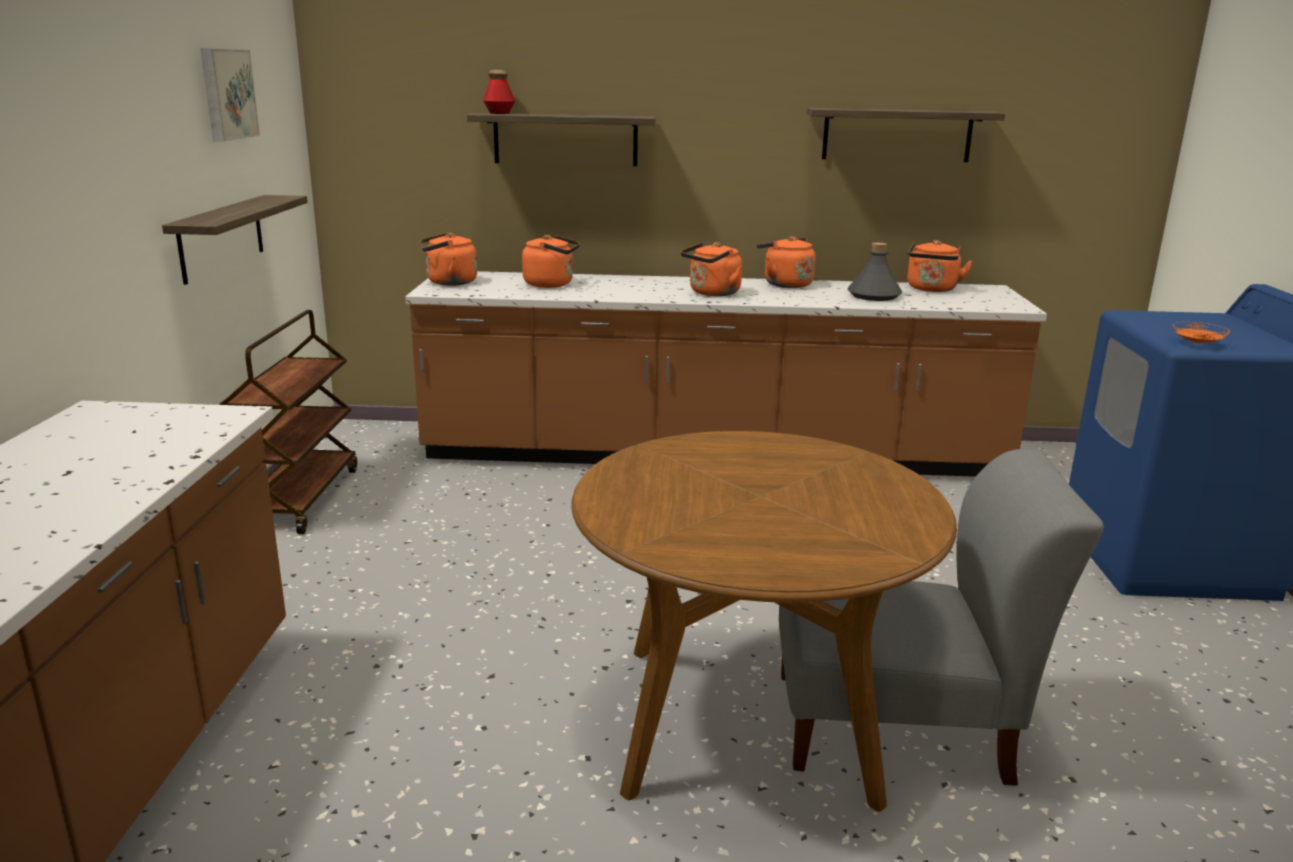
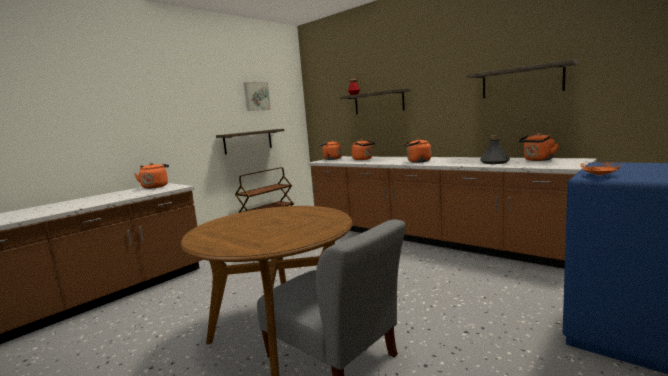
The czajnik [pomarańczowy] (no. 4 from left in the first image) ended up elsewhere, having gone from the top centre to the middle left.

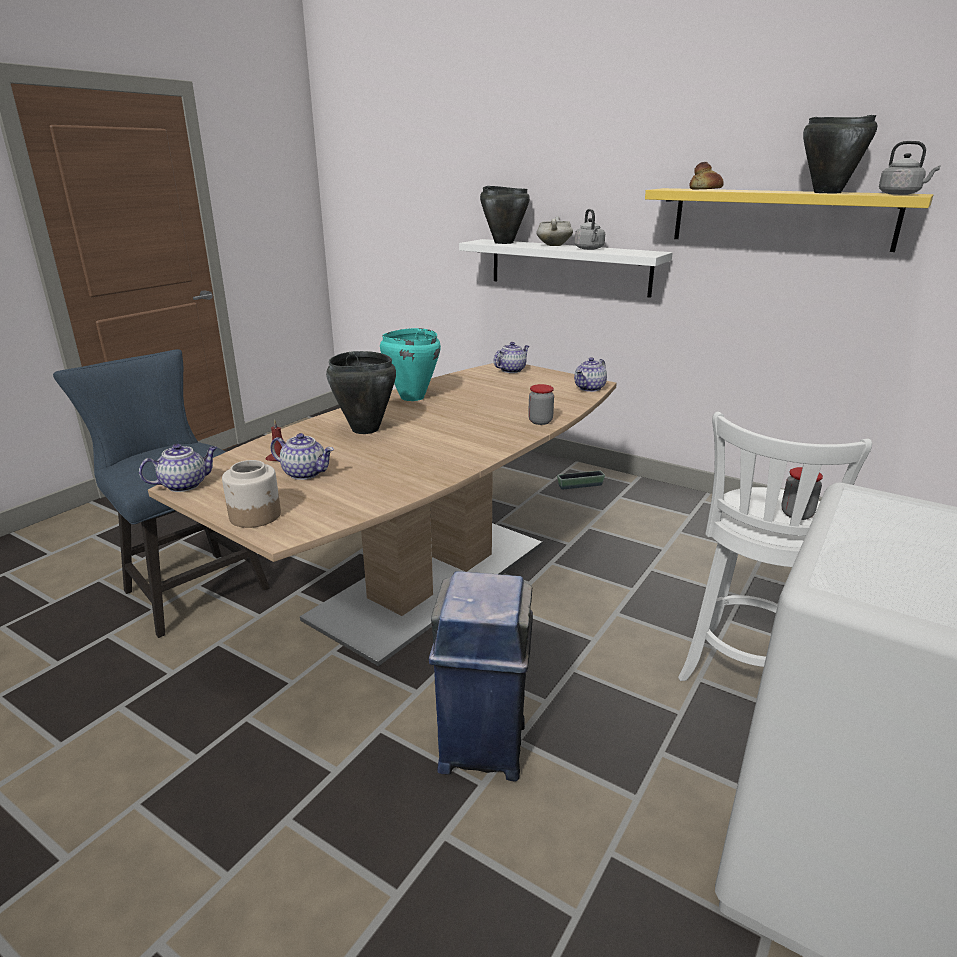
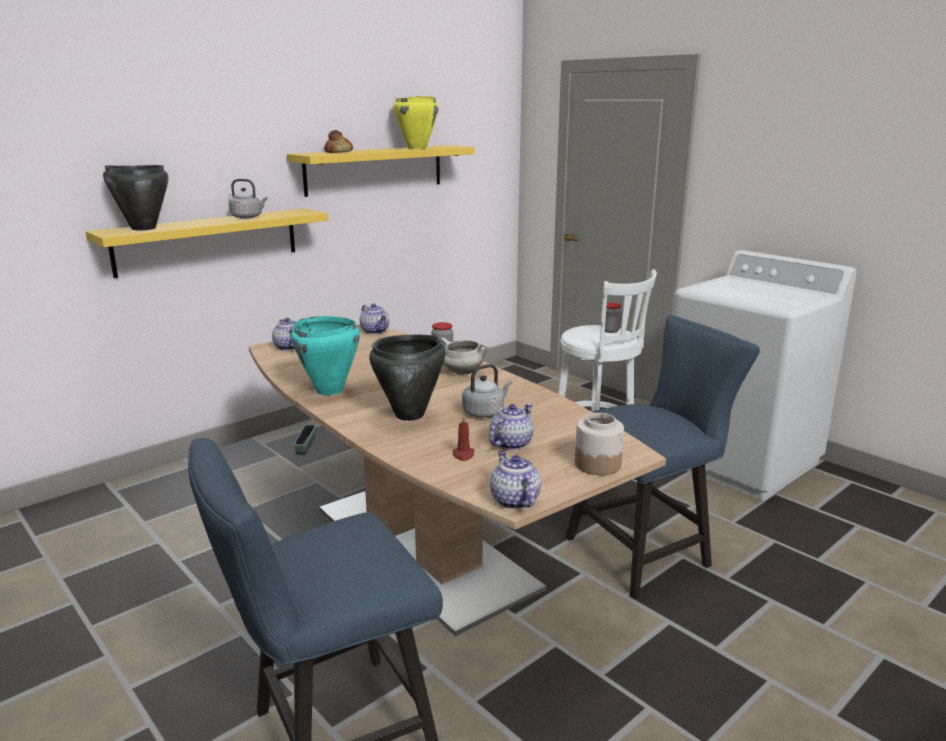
The garnek [biały] ended up elsewhere, having gone from the top centre to the centre. The czajnik [szary] (no. 2 from left) ended up elsewhere, having gone from the top right to the centre. Where the kosz na śmieci [niebieski] stood at the bottom centre, the krzesło [niebieski] (no. 2 from left) came to stand at the middle right. What was the półka [biały] at the top centre turned into the półka [żółty] (no. 1 from left) at the top left. What was the garnek [czarny] (no. 3 from left) at the top right turned into the garnek [żółty] at the top centre.

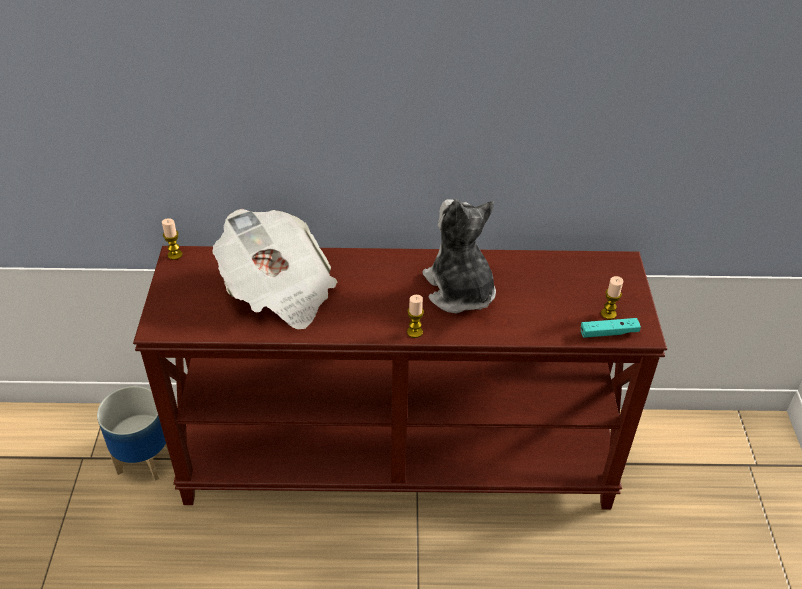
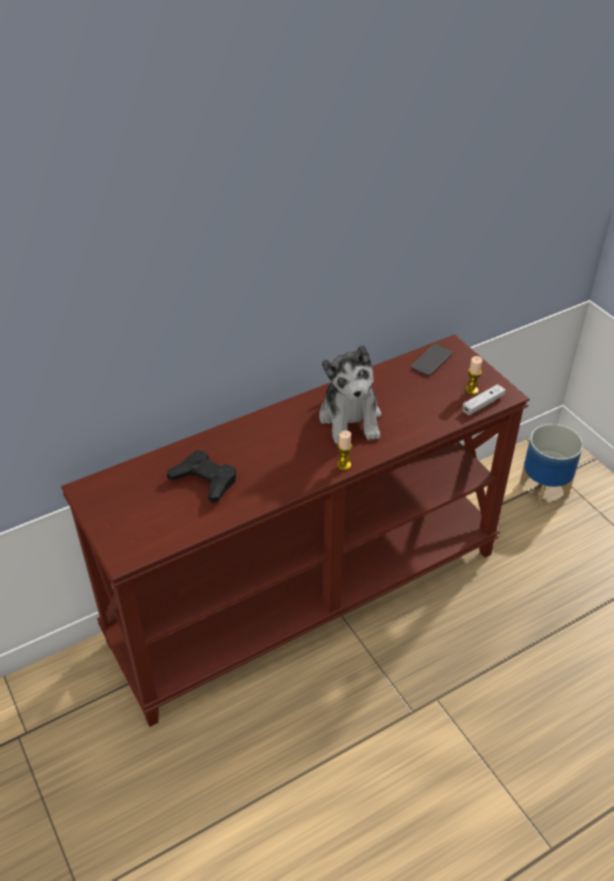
The second view lost the świeca (no. 1 from left) at the middle left. The second view gained the telefon at the middle right. The donica ended up elsewhere, having gone from the bottom left to the middle right. Where the gazeta stood at the centre, the pad do gier [czarny] came to stand at the middle left. What was the pad do gier [turkusowy] at the middle right turned into the pad do gier [biały] at the middle right. The pluszak at the centre ended up facing another way, 135 degrees counterclockwise from before.

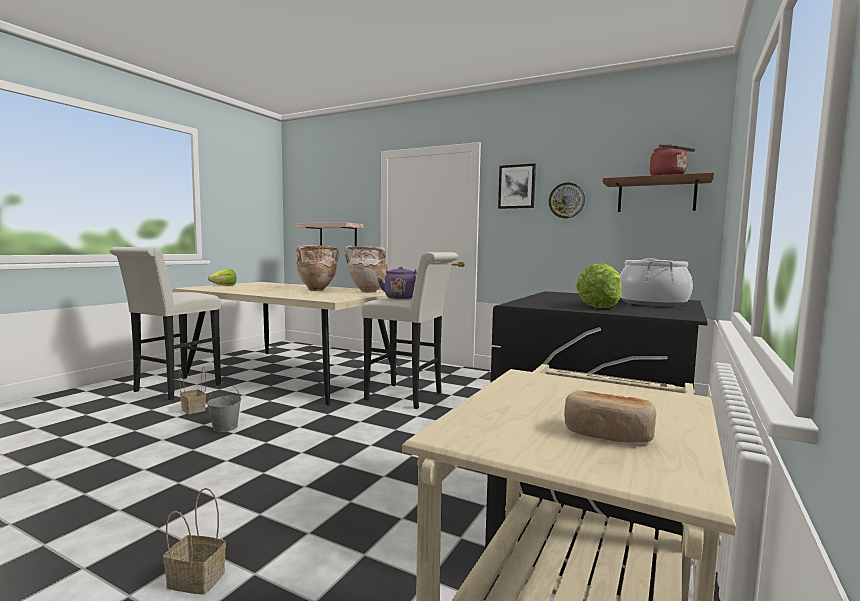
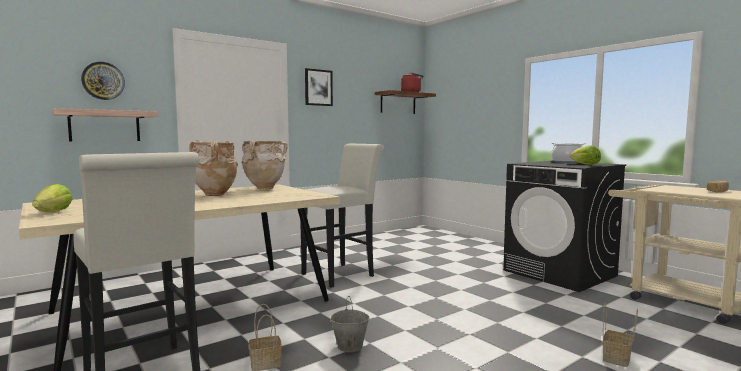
The second view lost the czajnik [fioletowy] at the centre. The zegar ścienny ended up elsewhere, having gone from the top centre to the top left.

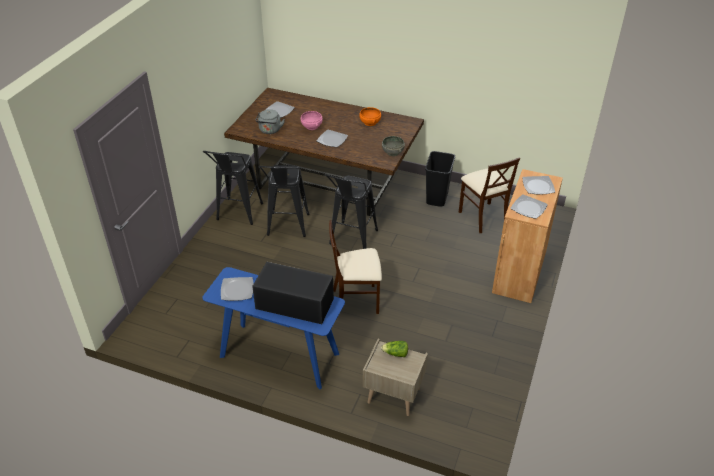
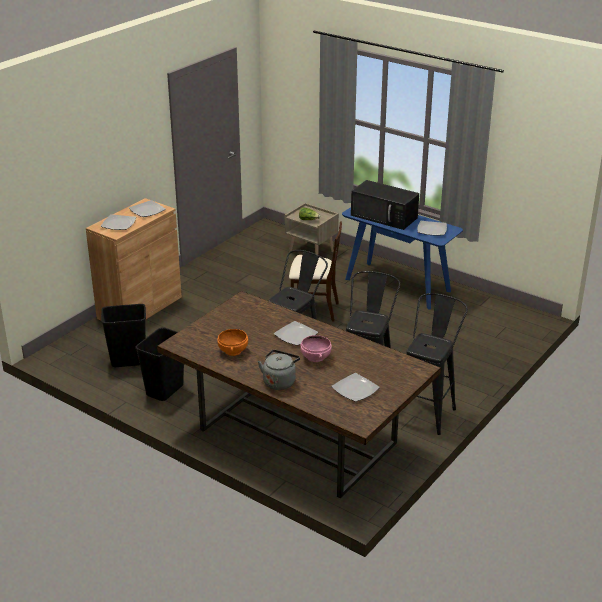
The second view lost the miska [szary] at the top centre. The czajnik [szary] ended up elsewhere, having gone from the top centre to the centre. Where the krzesło [beżowy] (no. 2 from left) stood at the middle right, the kosz na śmieci [czarny] (no. 1 from left) came to stand at the middle left.

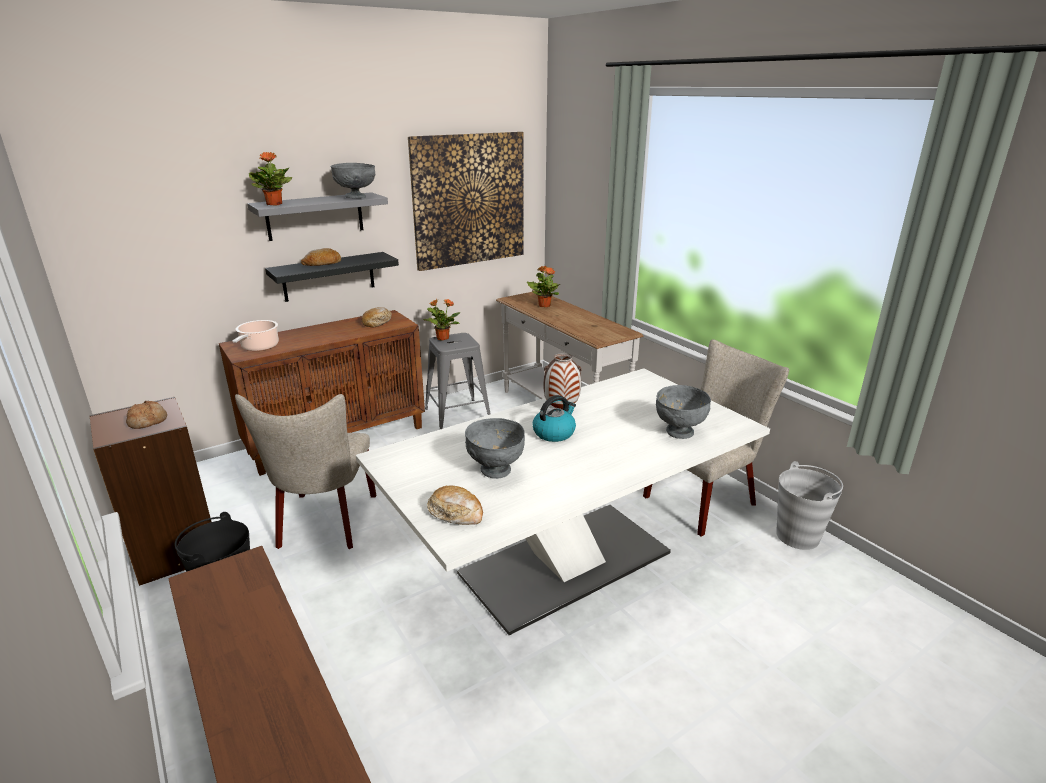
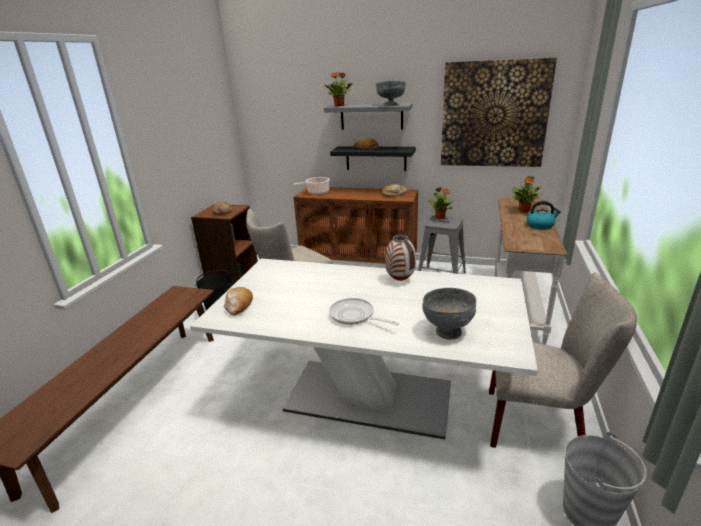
The second view lost the miska [szary] (no. 2 from left) at the centre. The second view gained the patelnia at the centre. The czajnik ended up elsewhere, having gone from the centre to the middle right.

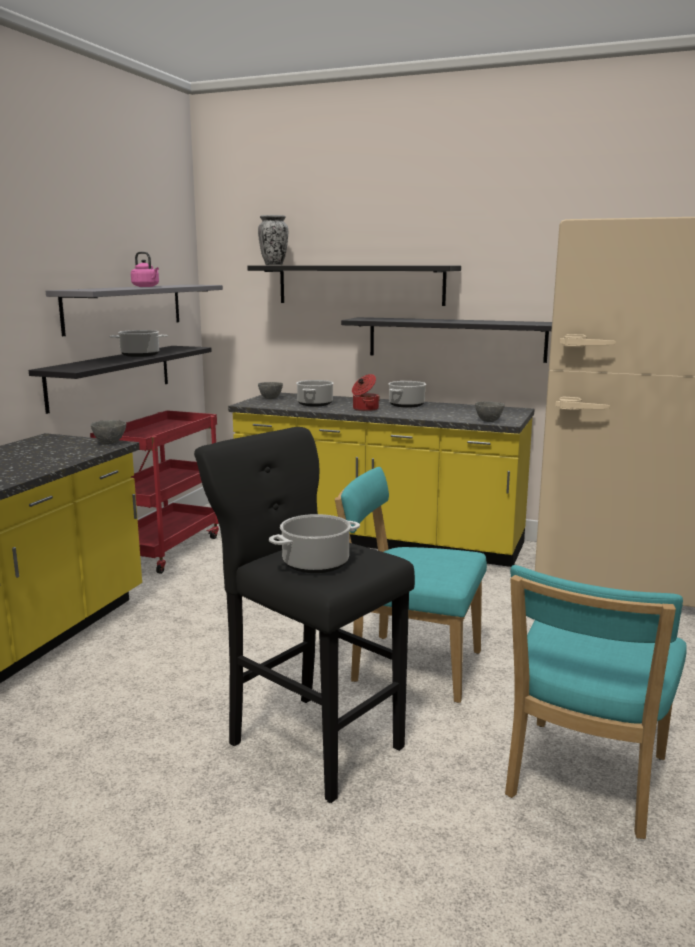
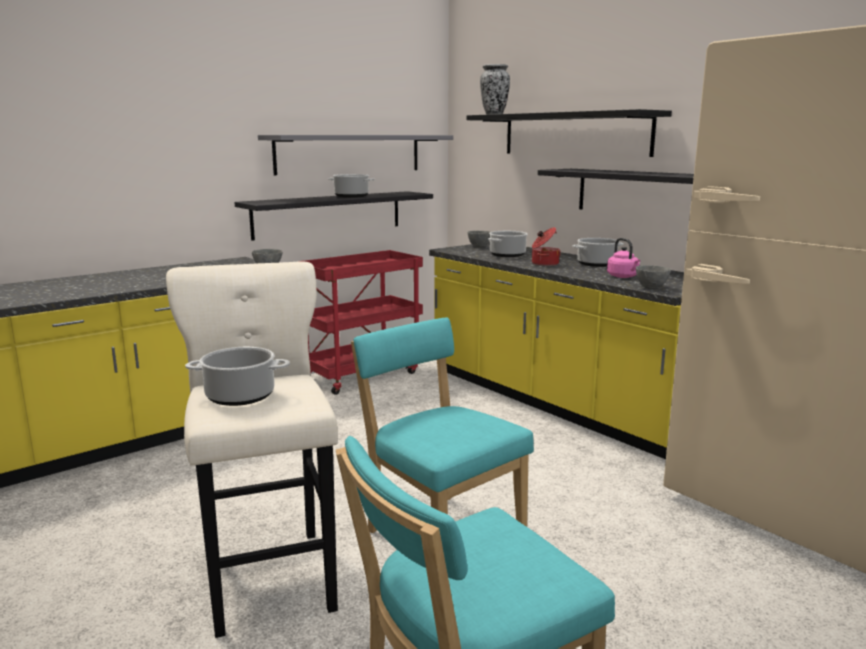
The czajnik [różowy] ended up elsewhere, having gone from the top left to the middle right. What was the stołek [czarny] at the centre turned into the stołek [beżowy] at the bottom left.

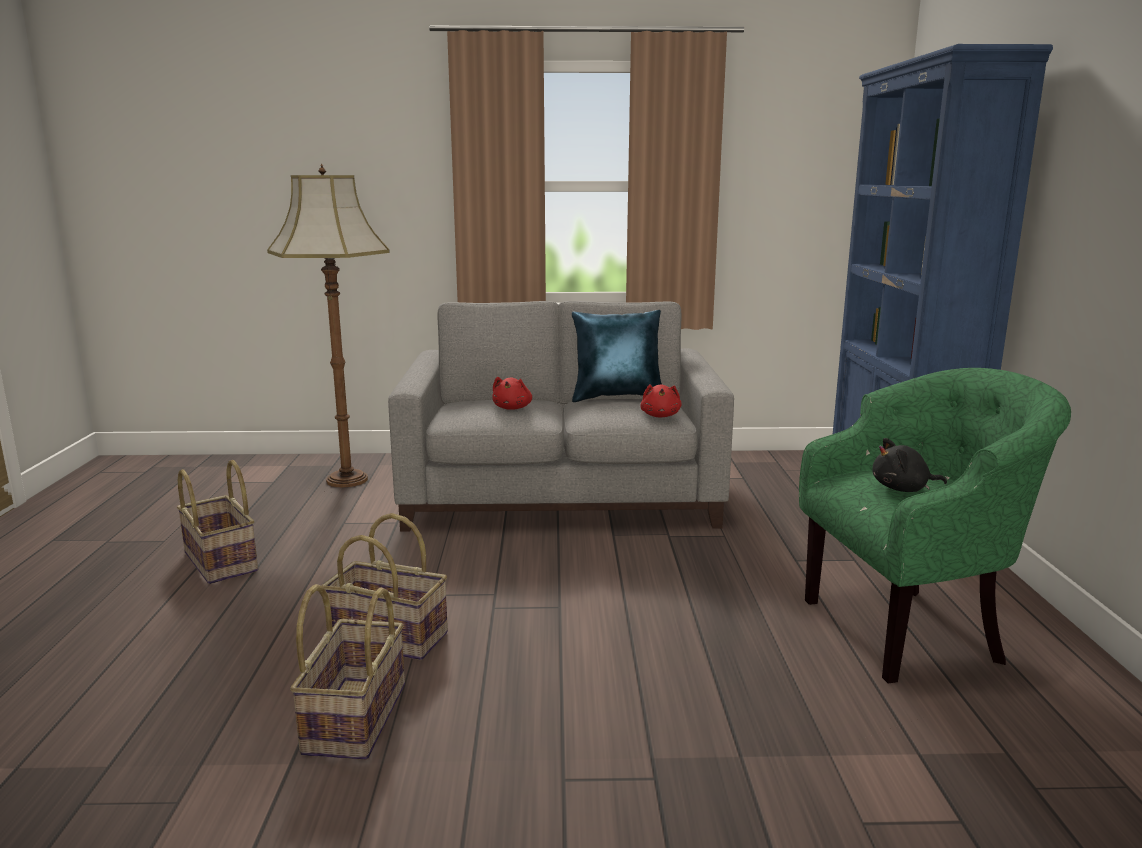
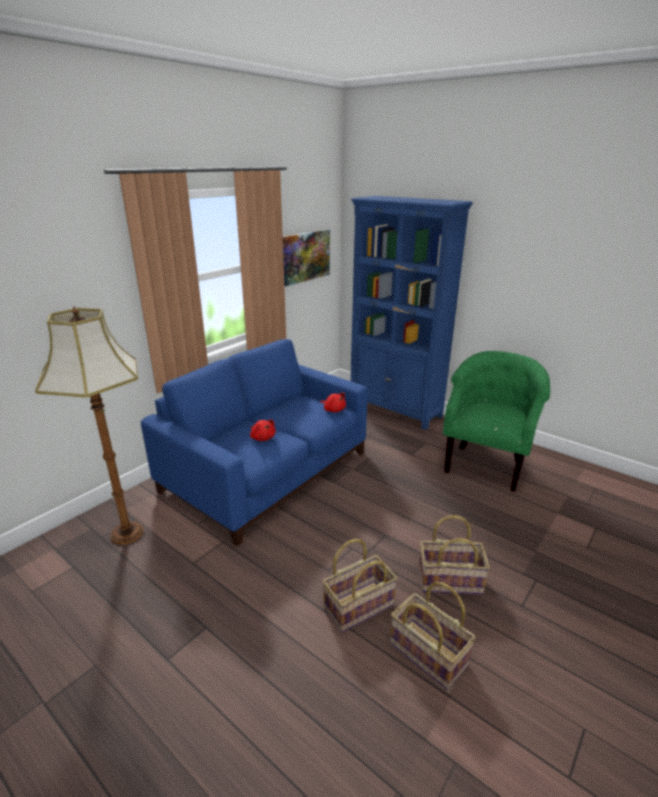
The second view lost the poduszka [niebieski] at the centre. The second view lost the pluszak [czarny] at the middle right. The second view gained the obraz at the top centre. The koszyk (no. 1 from left in the first image) ended up elsewhere, having gone from the middle left to the bottom right. What was the kanapa [szary] at the centre turned into the kanapa [niebieski] at the centre.

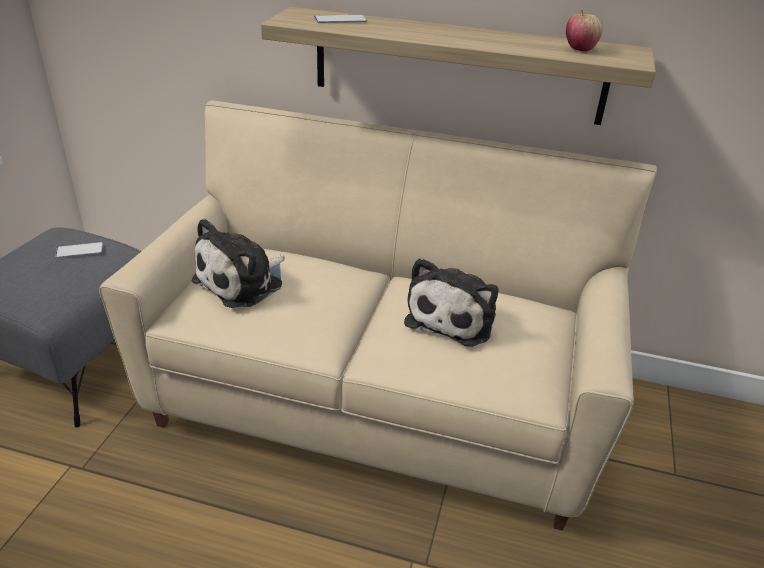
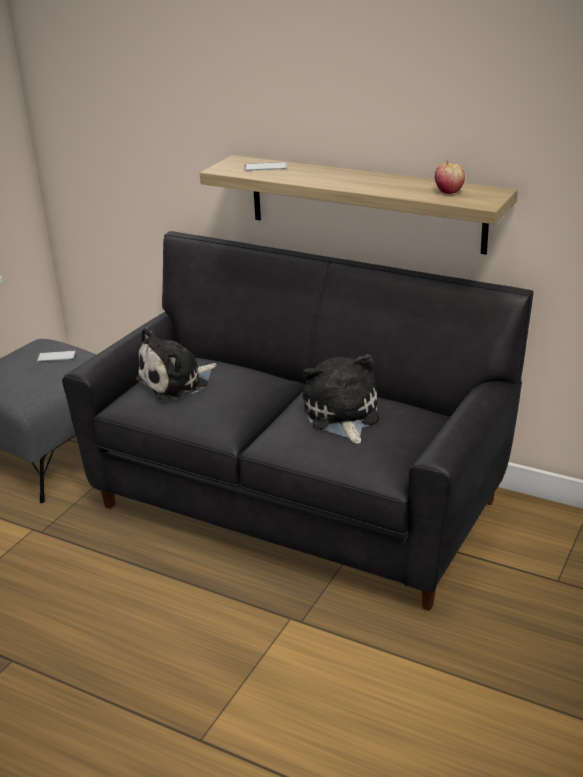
What was the kanapa [beżowy] at the centre turned into the kanapa [czarny] at the centre. The pluszak (no. 2 from left) at the centre ended up facing another way, 135 degrees clockwise from before.

